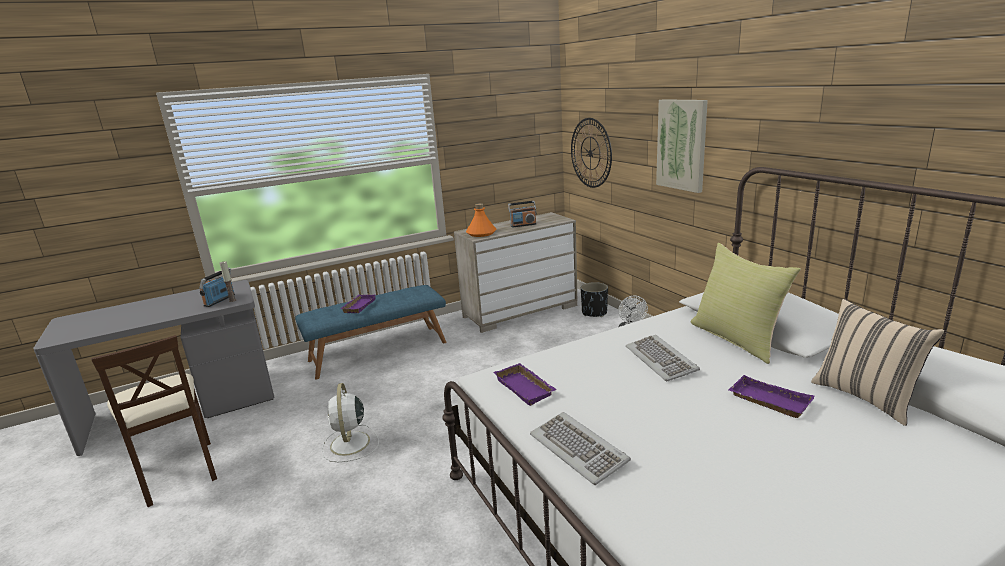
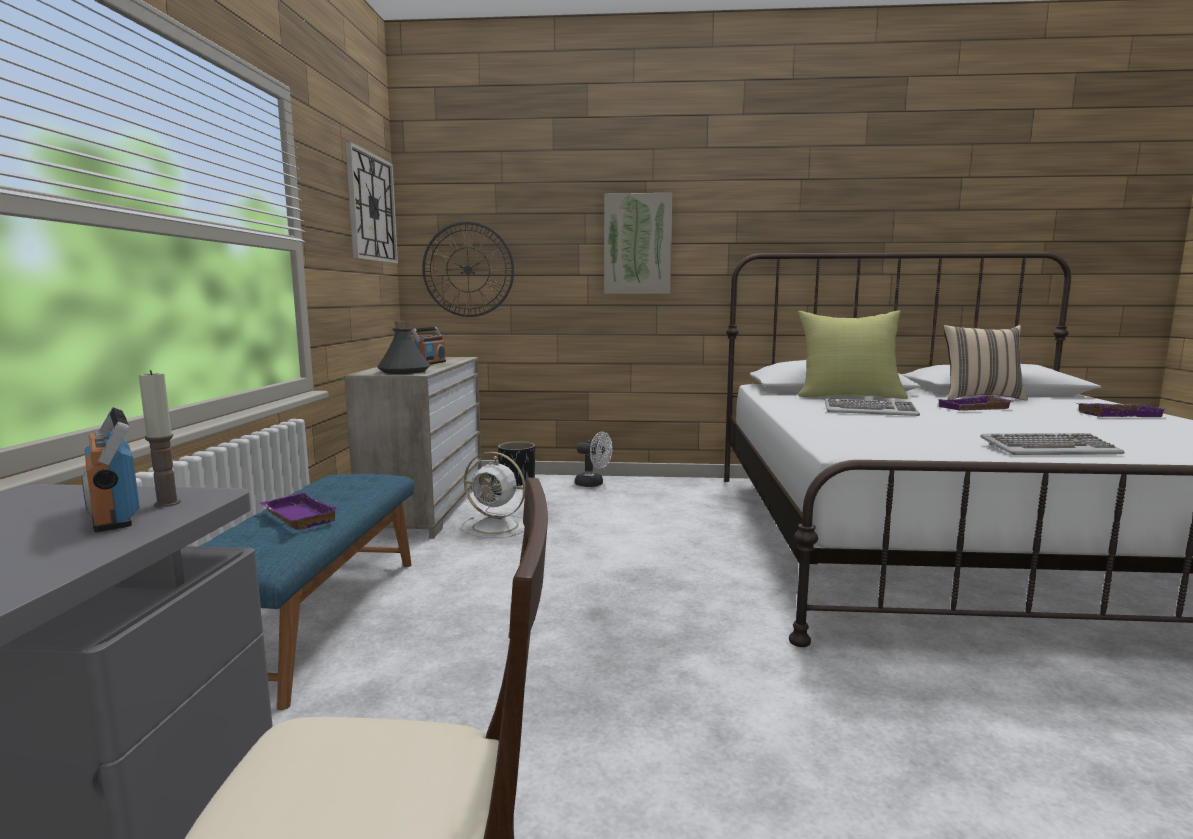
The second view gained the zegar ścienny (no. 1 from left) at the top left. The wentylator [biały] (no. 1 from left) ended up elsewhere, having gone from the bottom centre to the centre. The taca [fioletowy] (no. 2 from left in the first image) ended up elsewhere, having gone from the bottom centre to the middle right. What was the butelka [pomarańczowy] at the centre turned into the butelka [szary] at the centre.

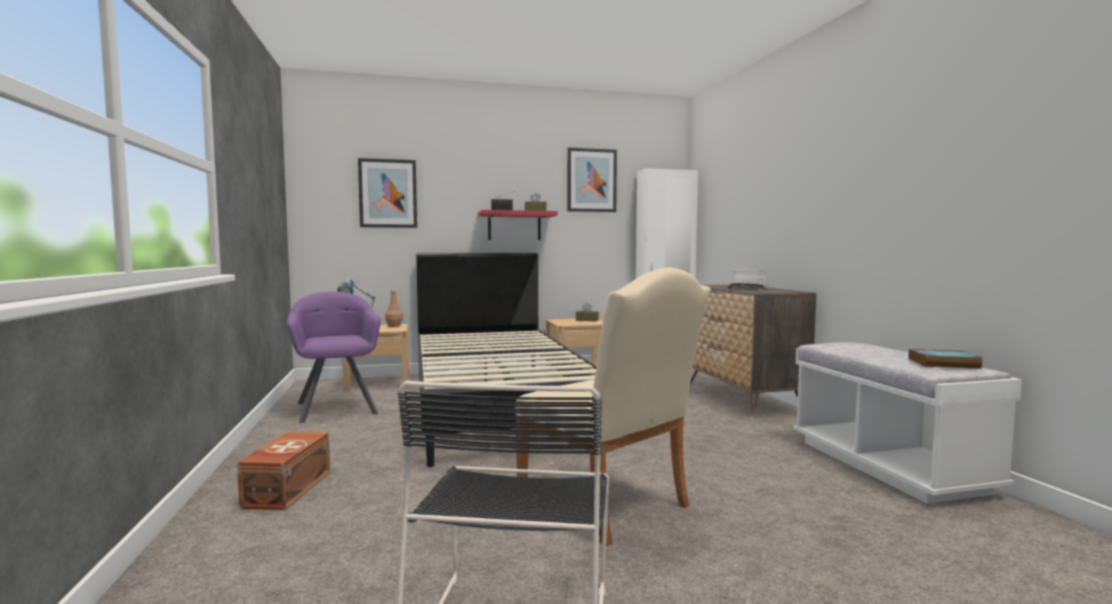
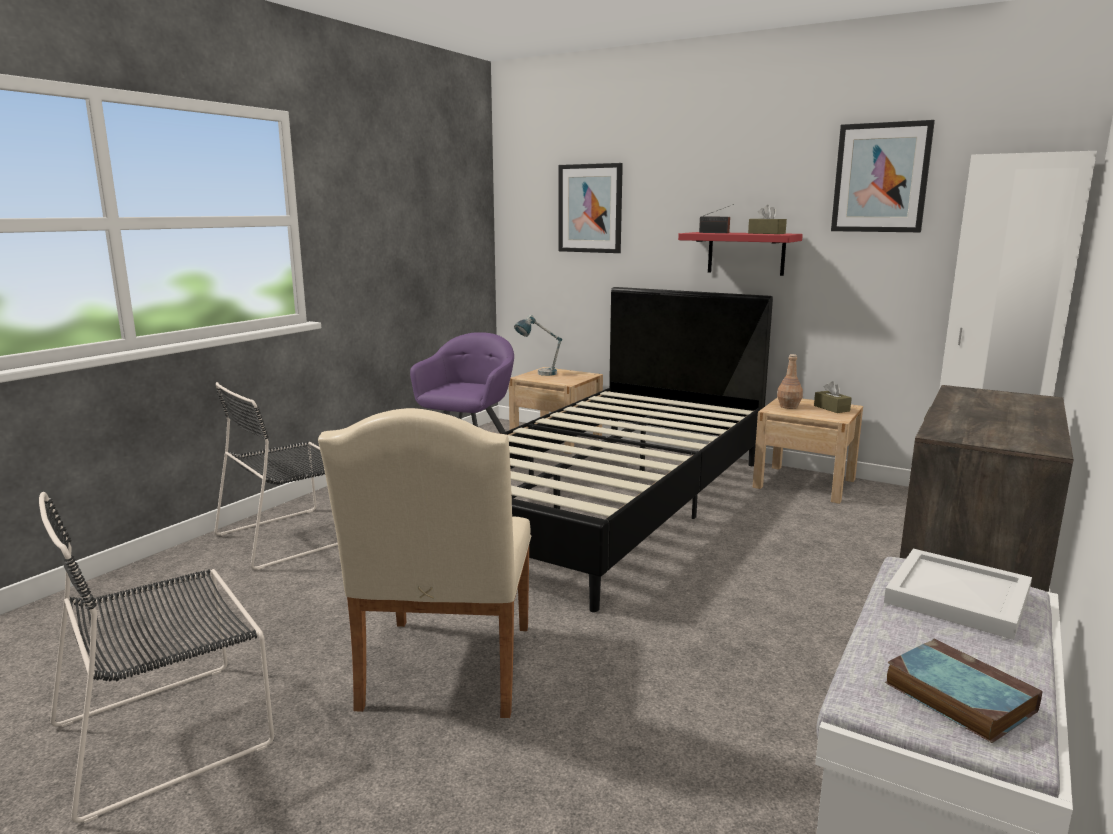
The second view lost the kapelusz [szary] at the middle right. The second view gained the taca [biały] at the bottom right. The butelka [brązowy] ended up elsewhere, having gone from the centre to the middle right. Where the pojemnik do przechowywania [brązowy] stood at the bottom left, the krzesło [czarny] (no. 2 from left) came to stand at the middle left.

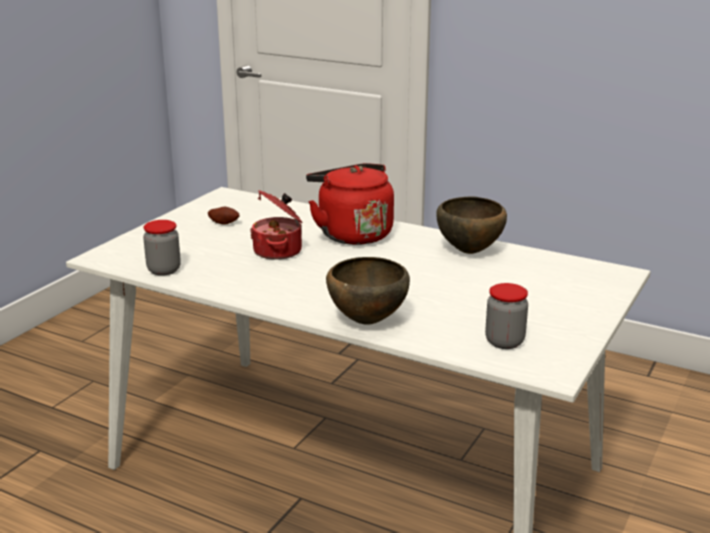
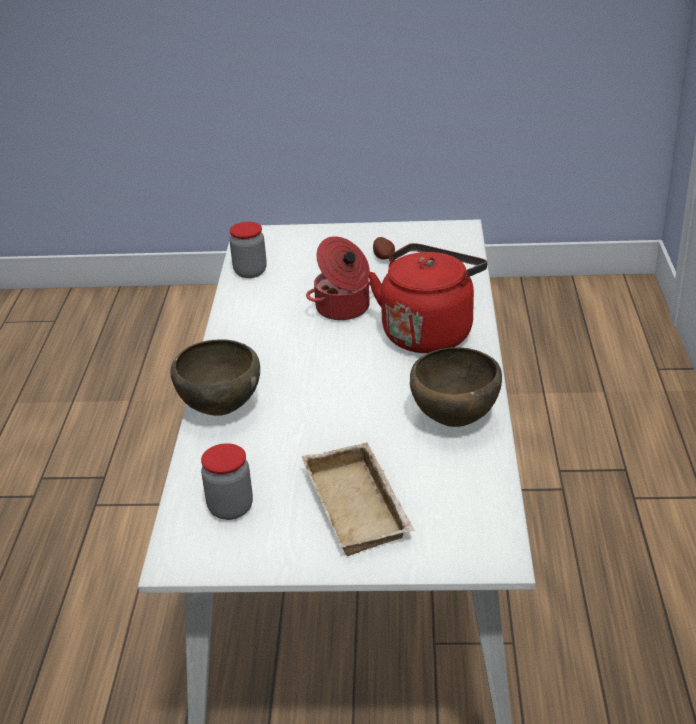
The second view gained the taca [beżowy] at the bottom centre.

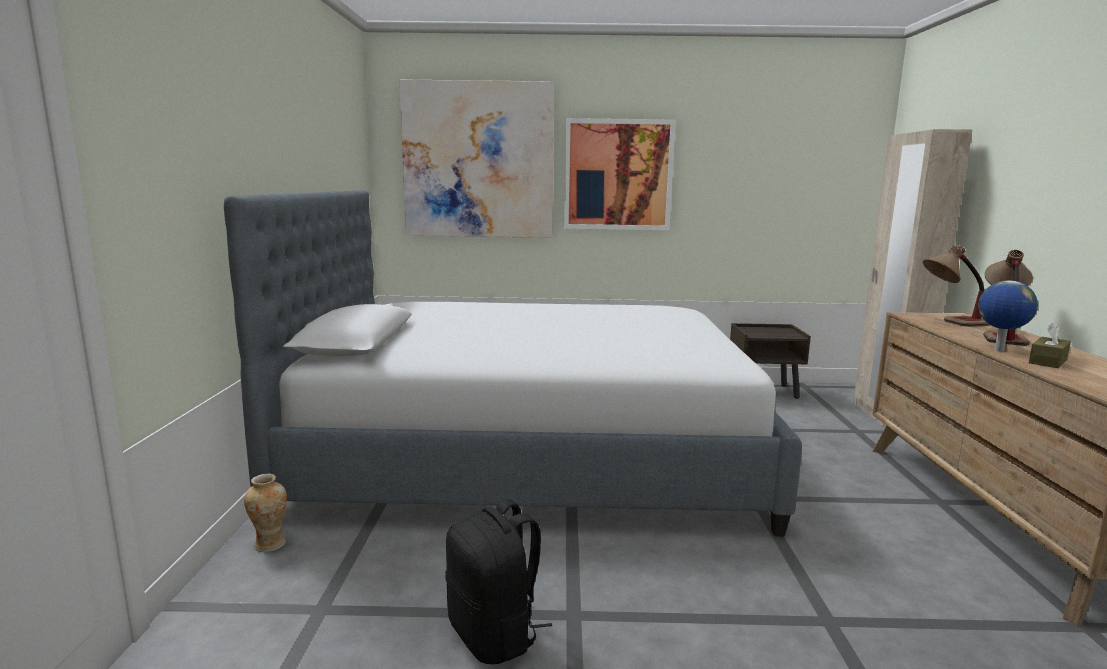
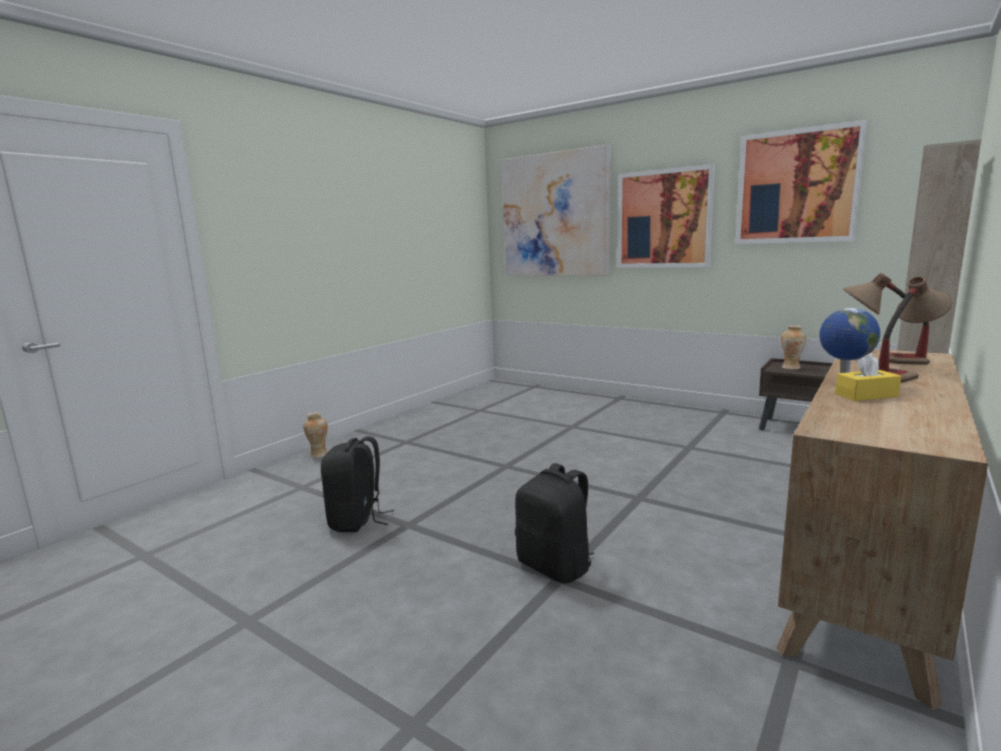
The second view lost the łóżko at the centre. The second view gained the plecak [czarny] (no. 2 from left) at the bottom centre. The second view gained the obraz (no. 3 from left) at the top right. The second view gained the wazon (no. 2 from left) at the middle right. What was the pudełko chusteczek [brązowy] at the middle right turned into the pudełko chusteczek [żółty] at the middle right.

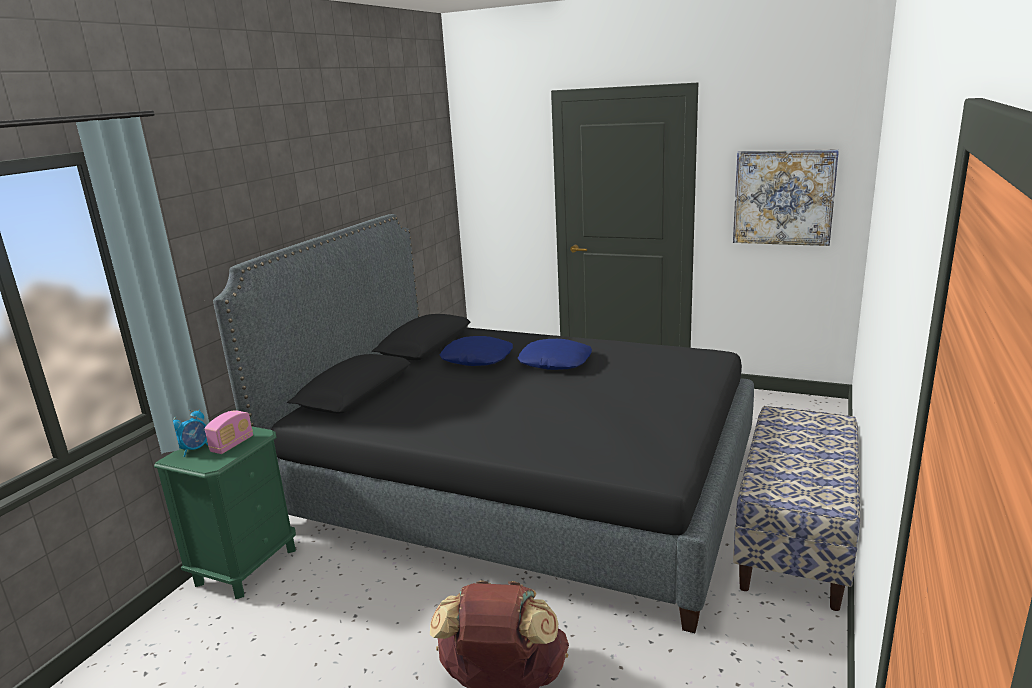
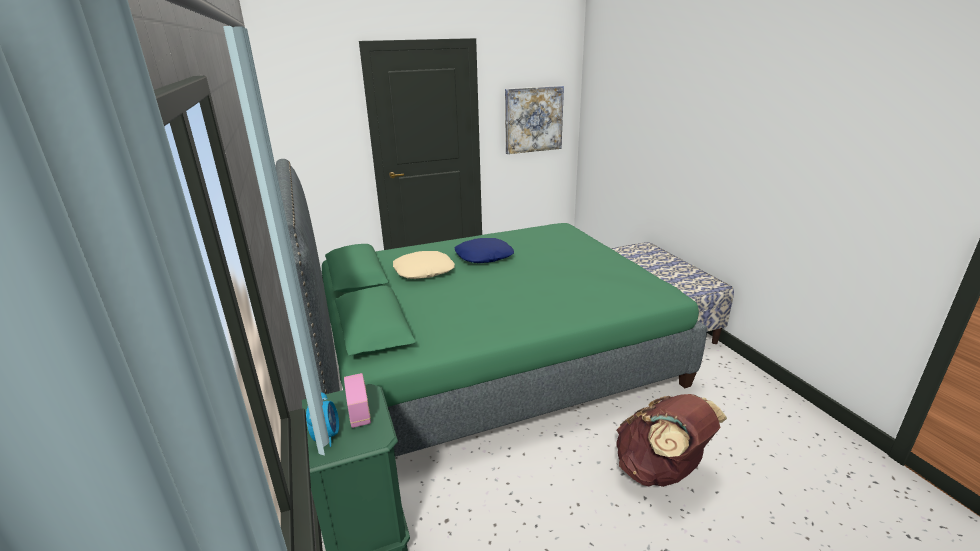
What was the łóżko [czarny] at the centre turned into the łóżko [zielony] at the centre. What was the poduszka [niebieski] (no. 1 from left) at the centre turned into the poduszka [beżowy] at the centre.

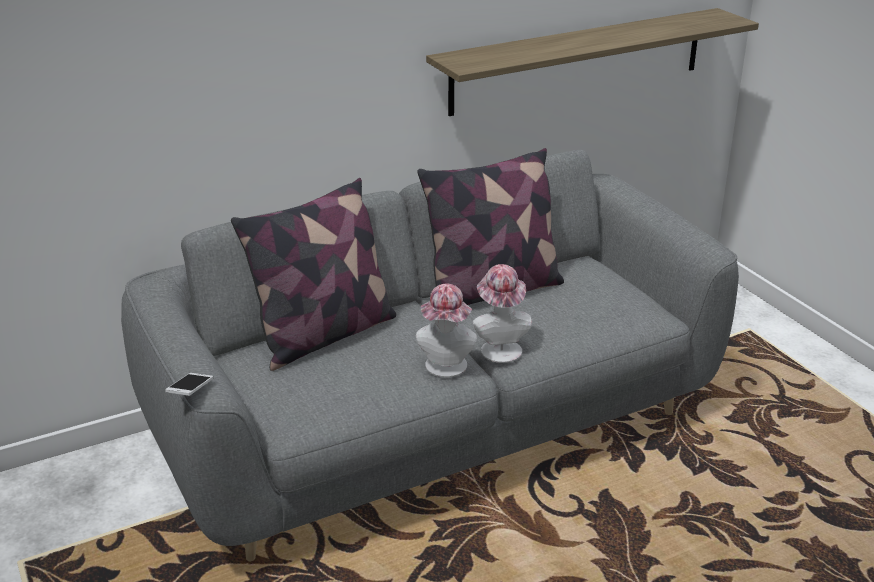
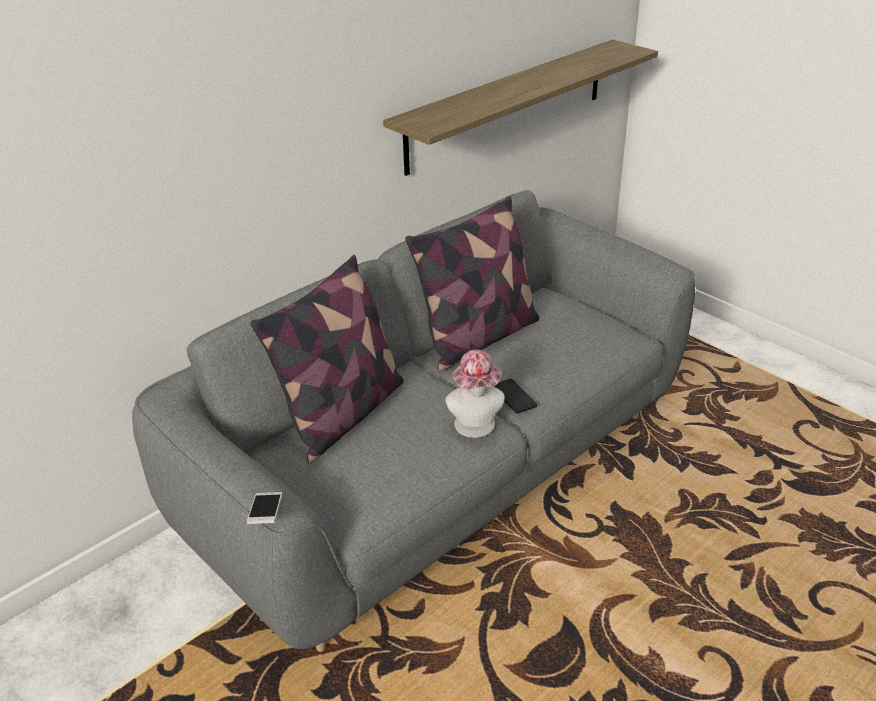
Where the kapelusz (no. 2 from left) stood at the centre, the telefon (no. 2 from left) came to stand at the centre.

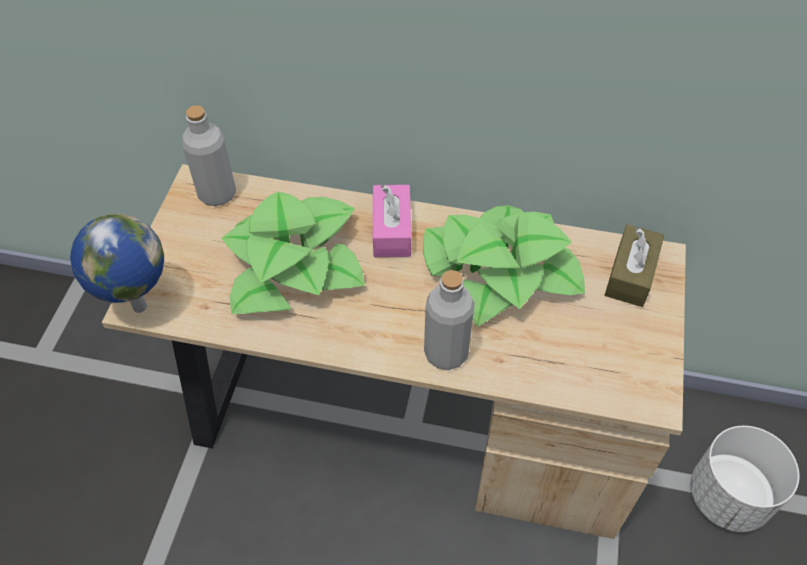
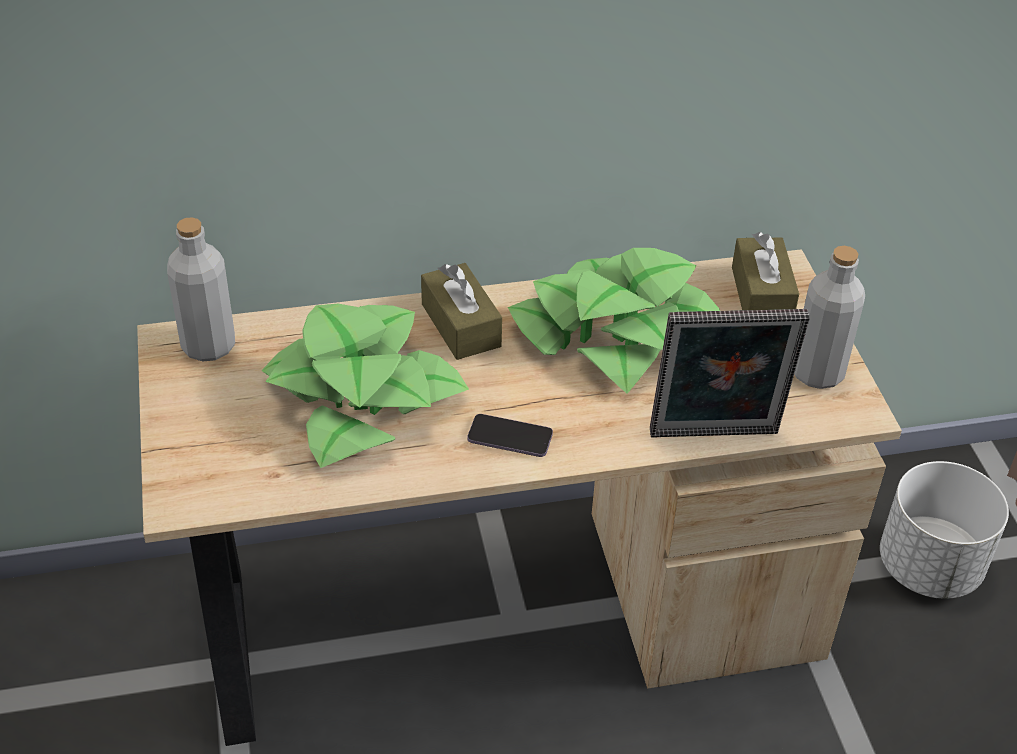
The second view lost the globus at the middle left. The second view gained the telefon at the centre. The second view gained the ramka na zdjęcie at the middle right. The butelka [szary] (no. 2 from left) ended up elsewhere, having gone from the centre to the middle right. What was the pudełko chusteczek [różowy] at the centre turned into the pudełko chusteczek [brązowy] (no. 1 from left) at the centre.

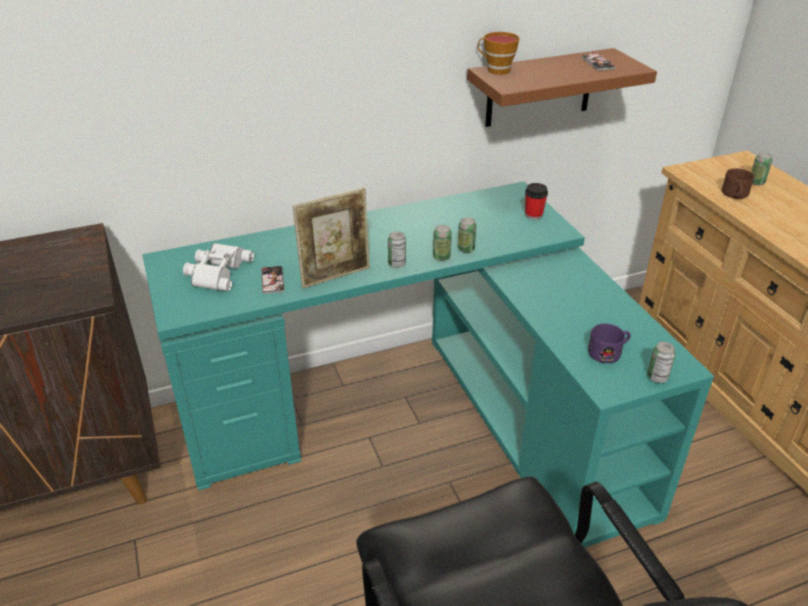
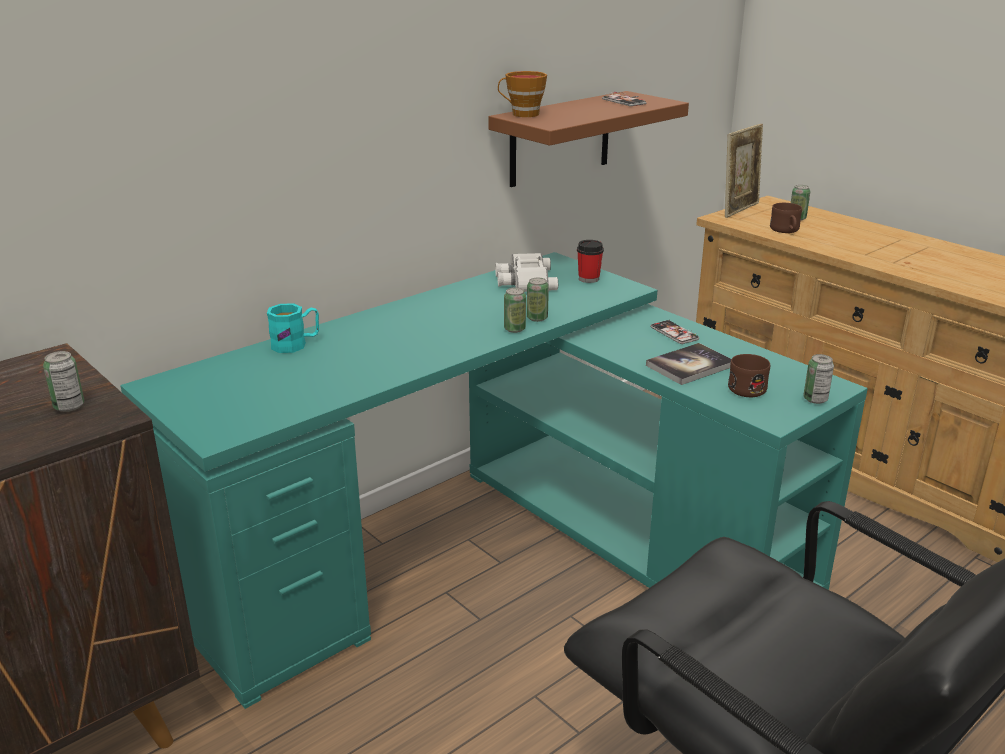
The second view gained the kubek [turkusowy] at the middle left. The second view gained the książka at the middle right. The lornetka [biały] ended up elsewhere, having gone from the middle left to the centre. The telefon (no. 1 from left in the first image) ended up elsewhere, having gone from the centre to the middle right. The ramka na zdjęcie ended up elsewhere, having gone from the centre to the top right. The puszka (no. 1 from left) ended up elsewhere, having gone from the centre to the middle left. What was the kubek [fioletowy] at the middle right turned into the kubek [brązowy] (no. 1 from left) at the middle right.

